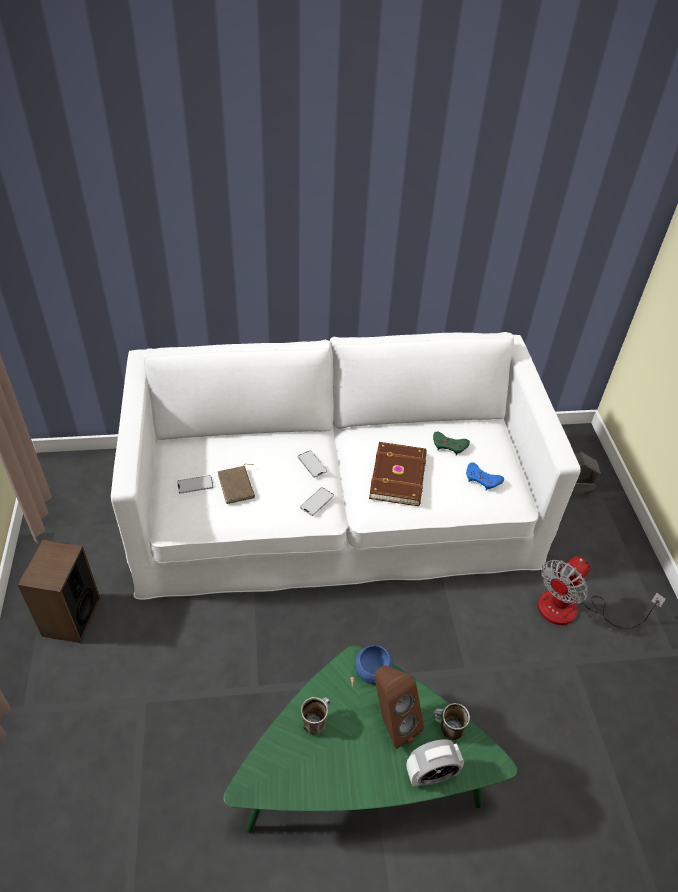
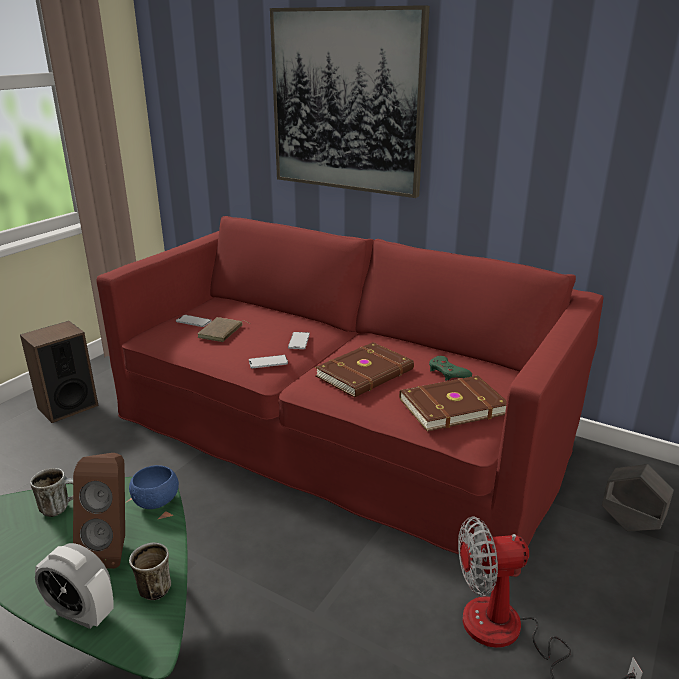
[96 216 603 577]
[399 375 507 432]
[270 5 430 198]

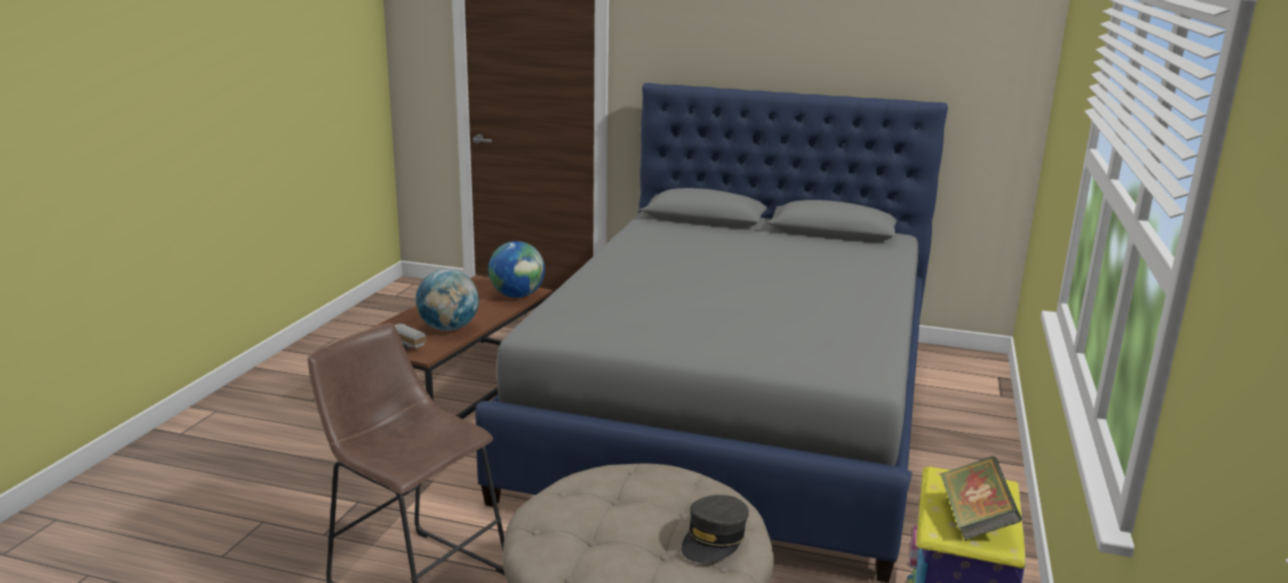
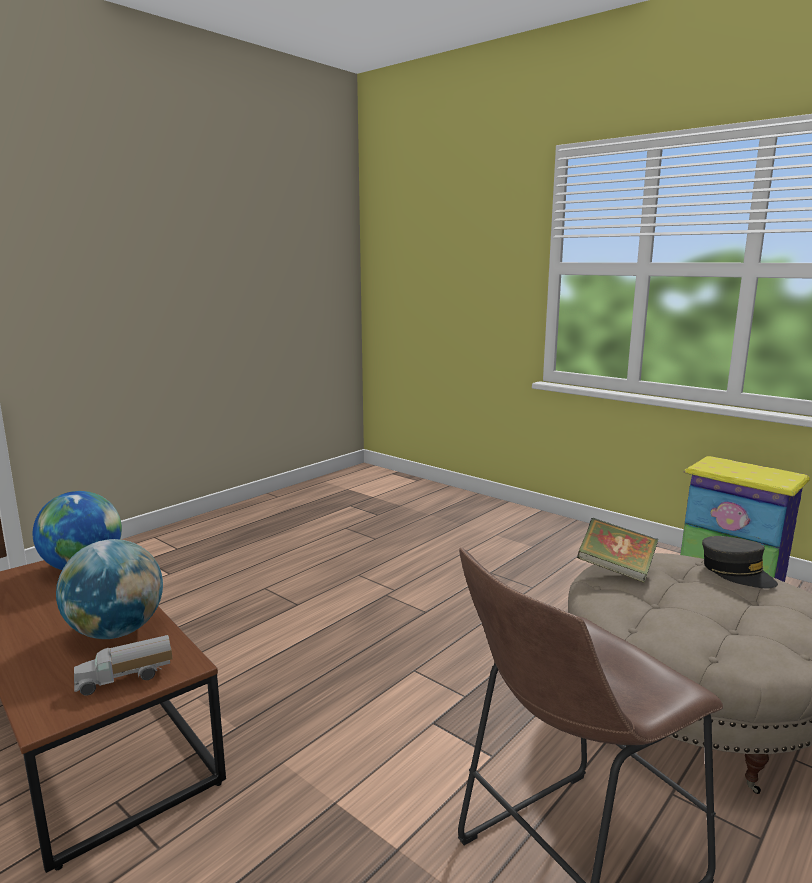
[475 83 948 583] (first image)
[577 518 659 583]

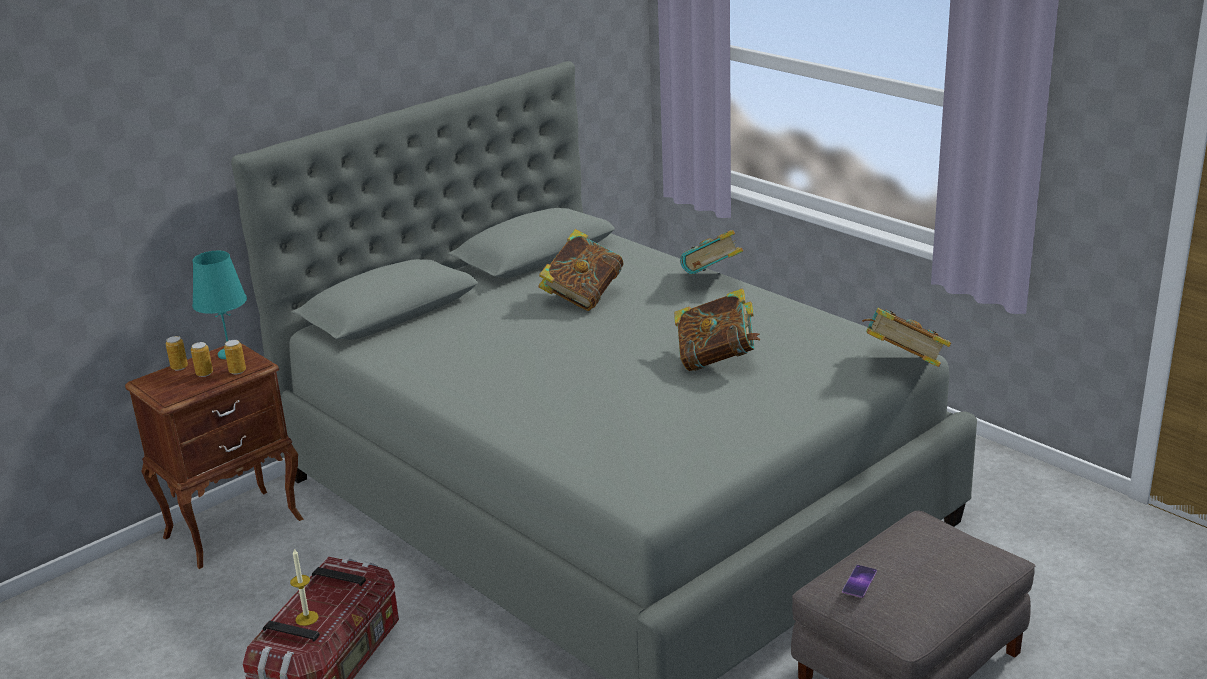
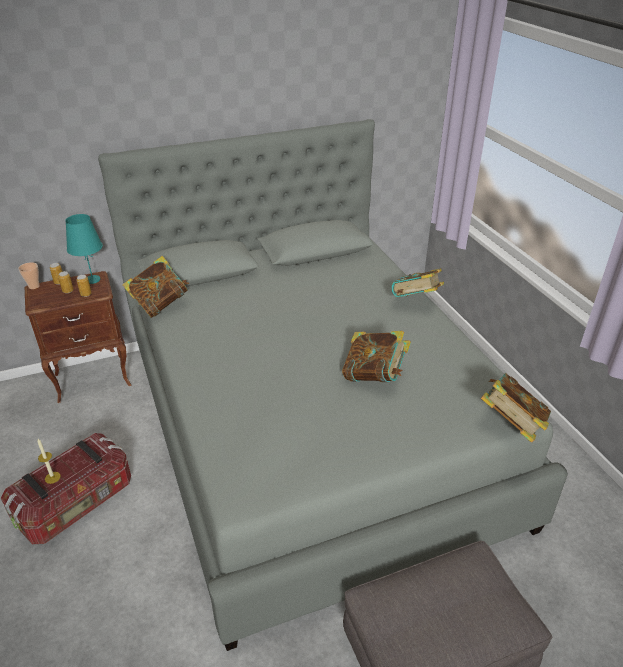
[122 256 189 318]
[842 565 877 598] (first image)
[18 262 40 289]

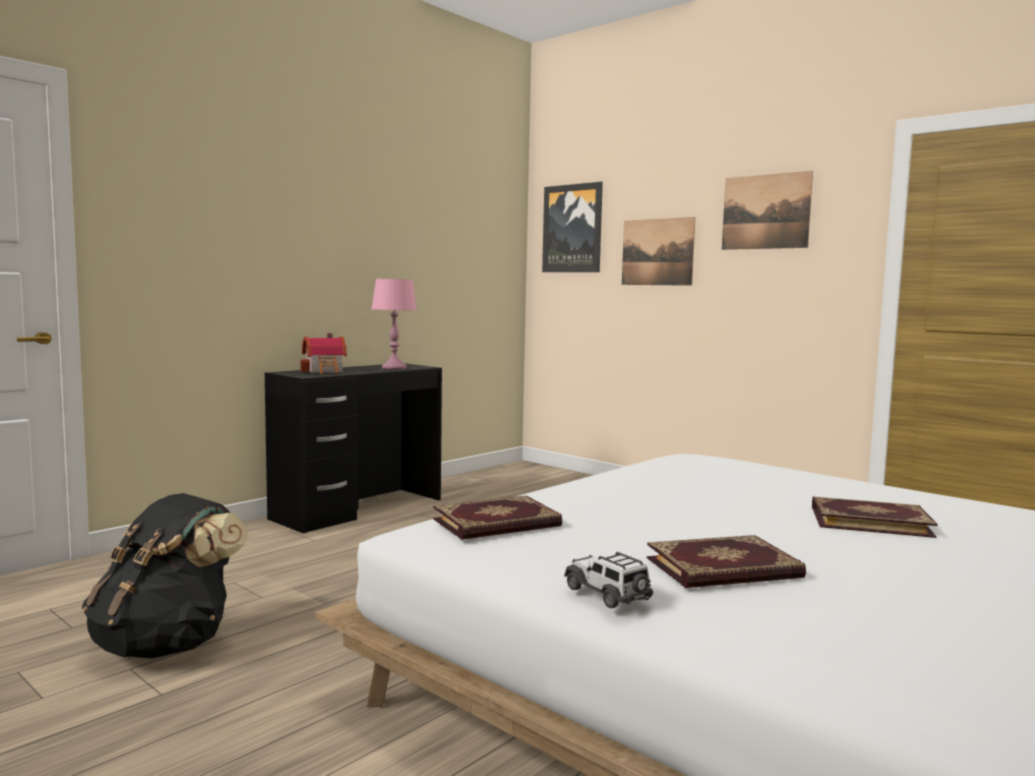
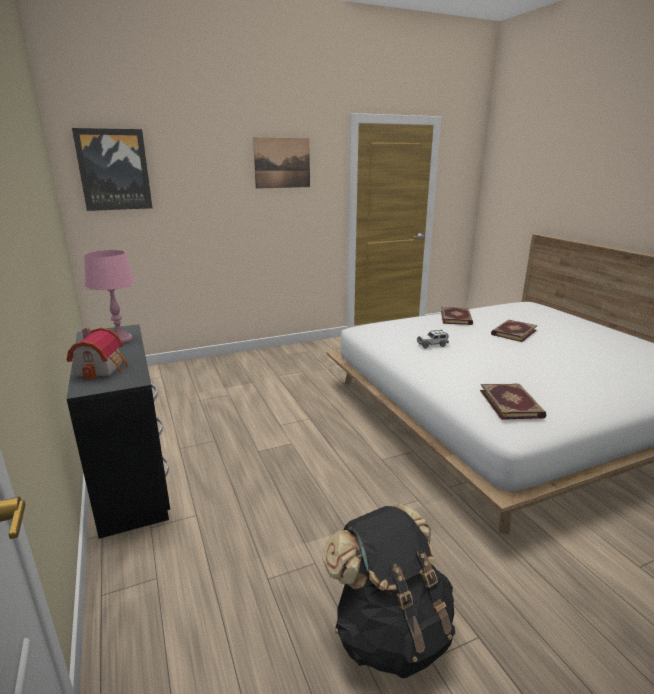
[417 330 449 348]
[622 217 695 286] (first image)
[441 307 473 325]

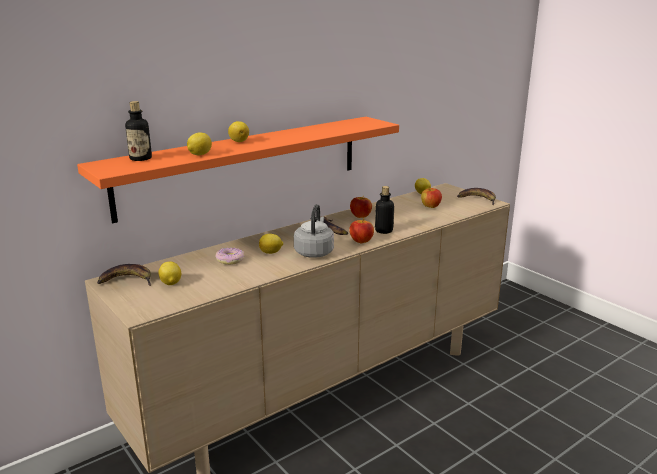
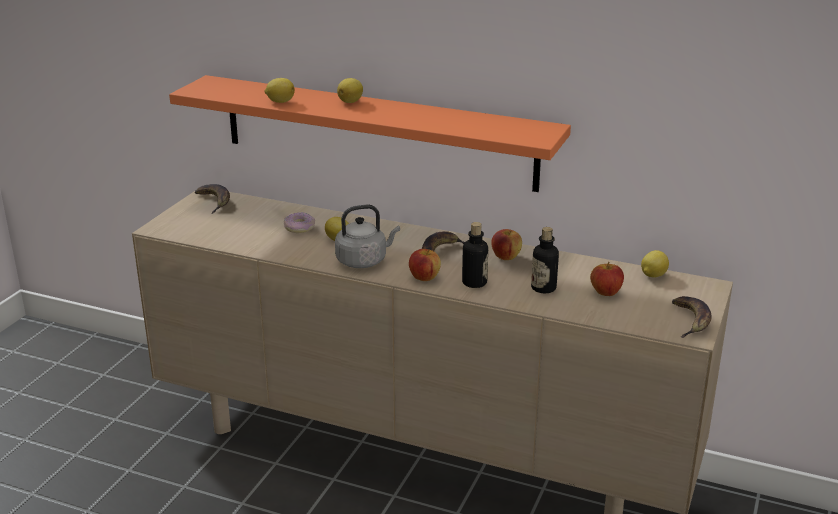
[531 227 559 293]
[158 261 181 285] (first image)

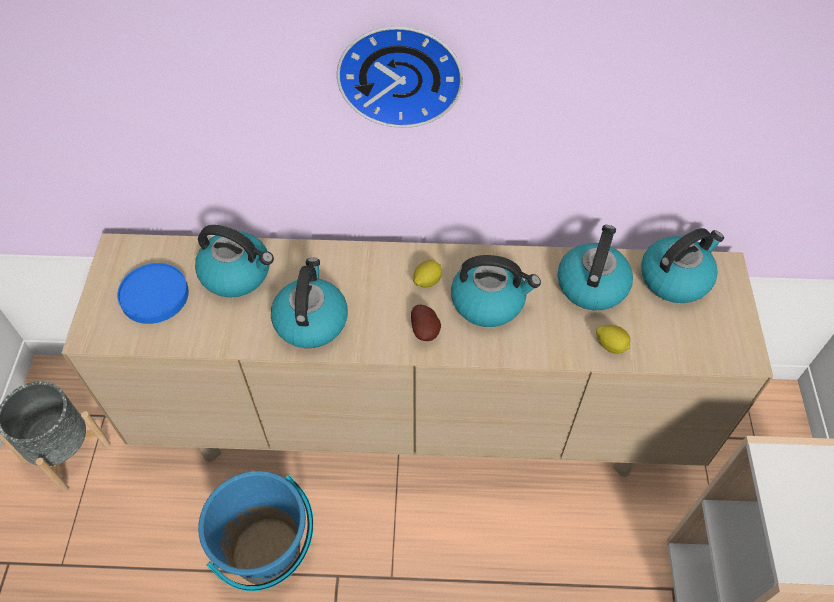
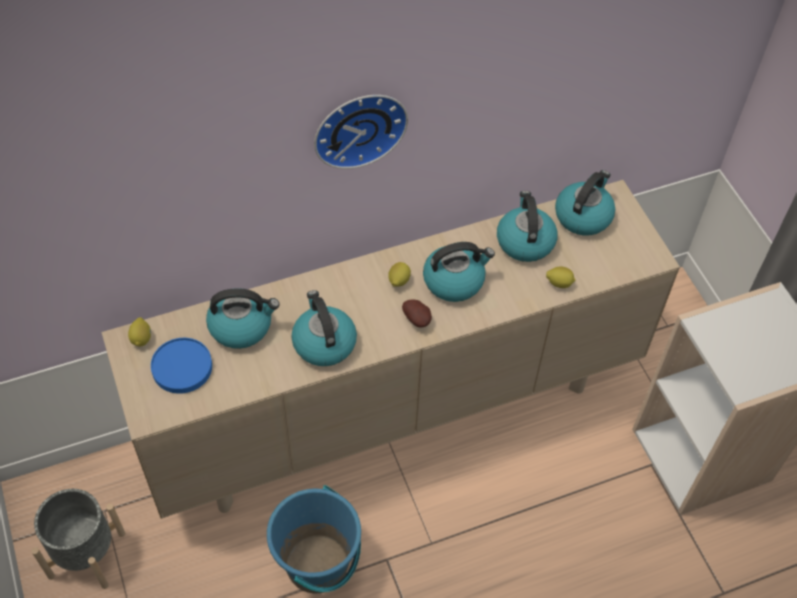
[128 317 151 347]

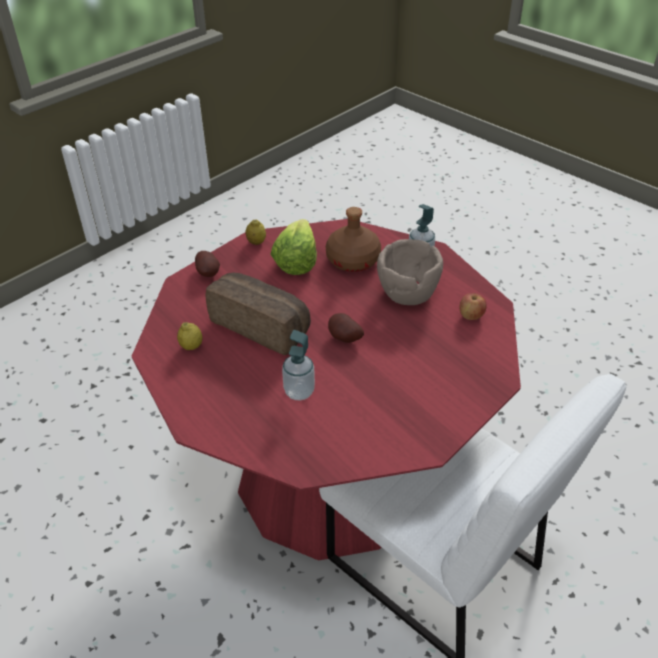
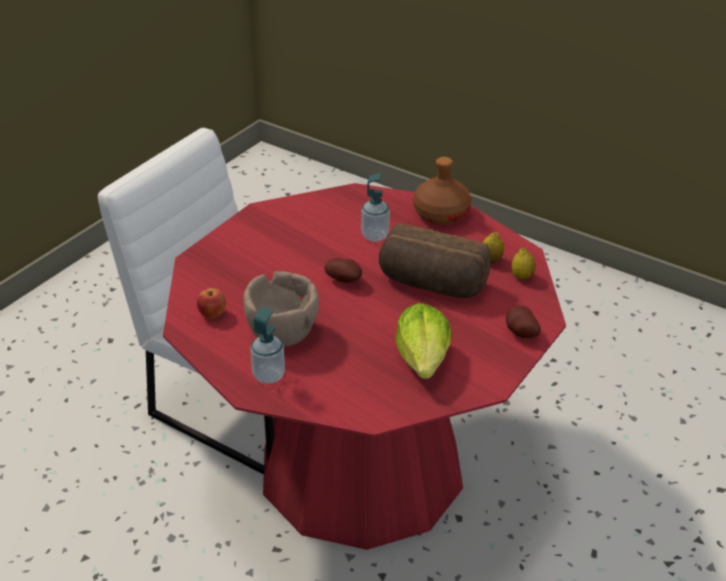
[511 248 535 280]
[413 157 471 224]

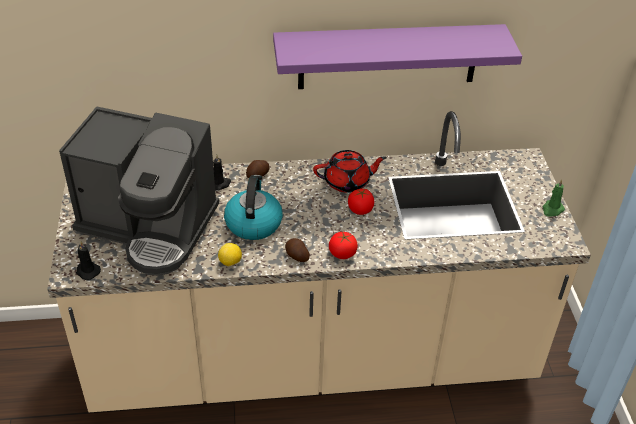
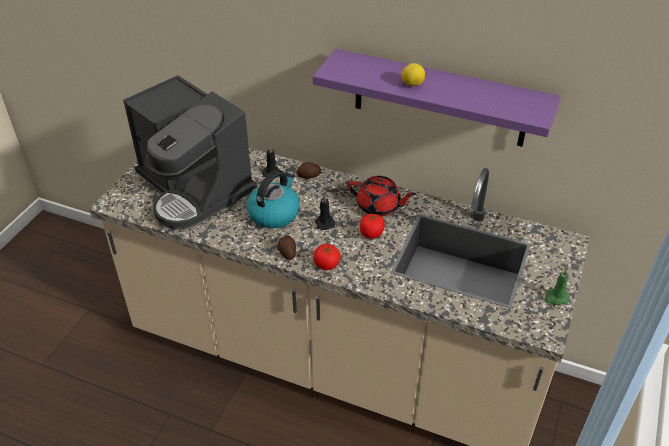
[315 195 336 230]
[402 63 425 86]

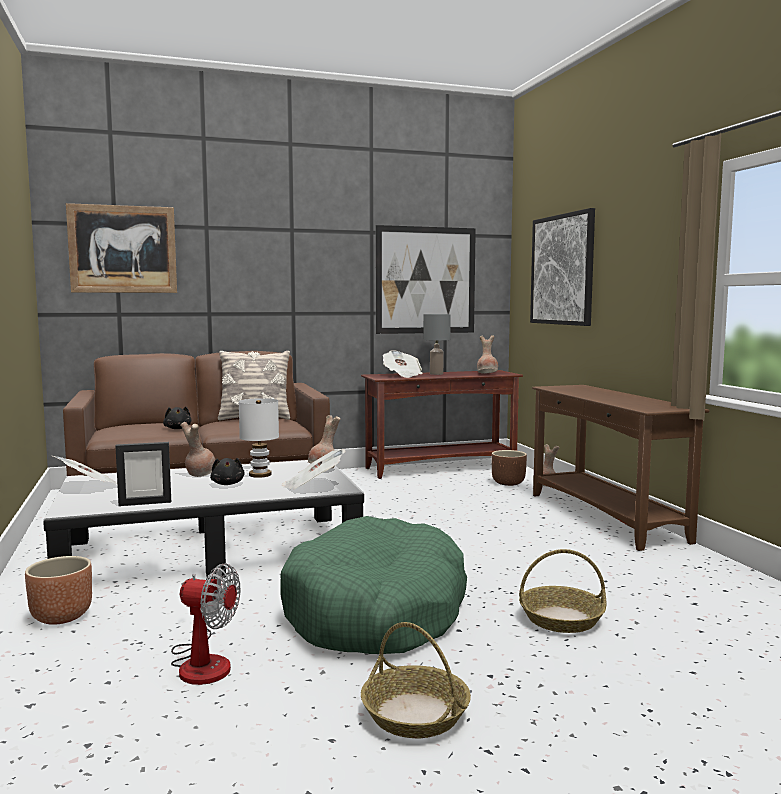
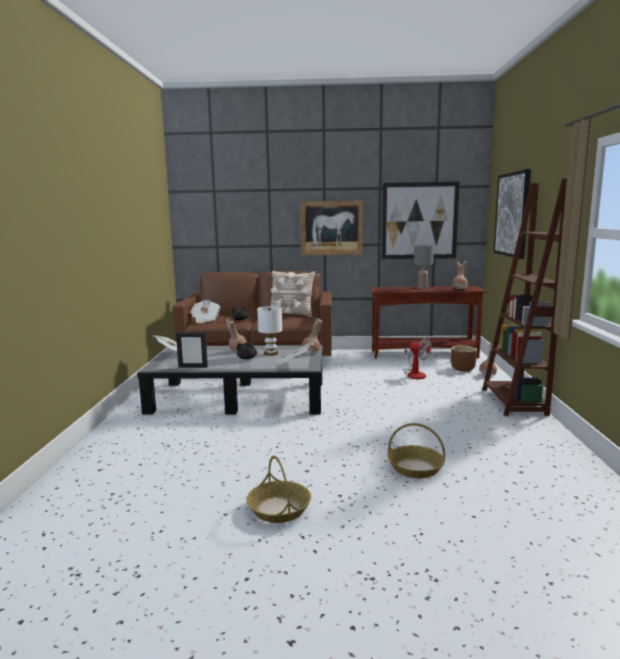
[25 556 92 625] (first image)
[300 200 363 255]
[403 337 432 379]
[280 516 467 654] (first image)
[190 300 220 323]
[482 178 567 416]

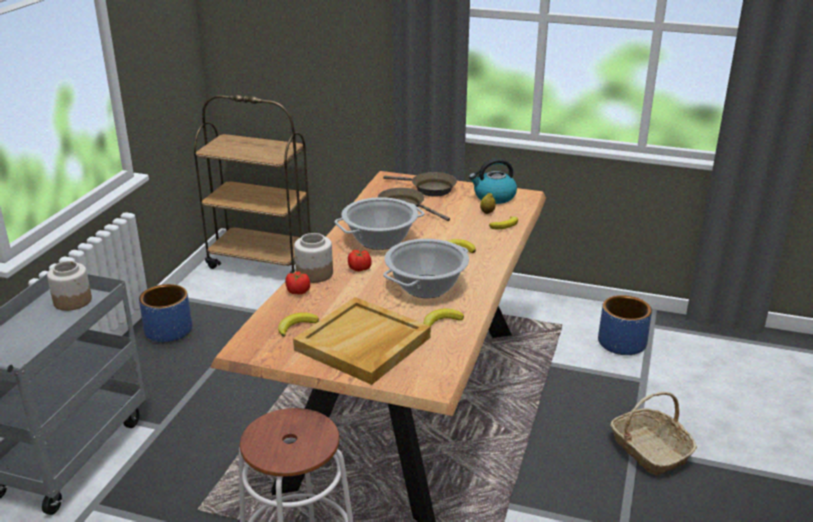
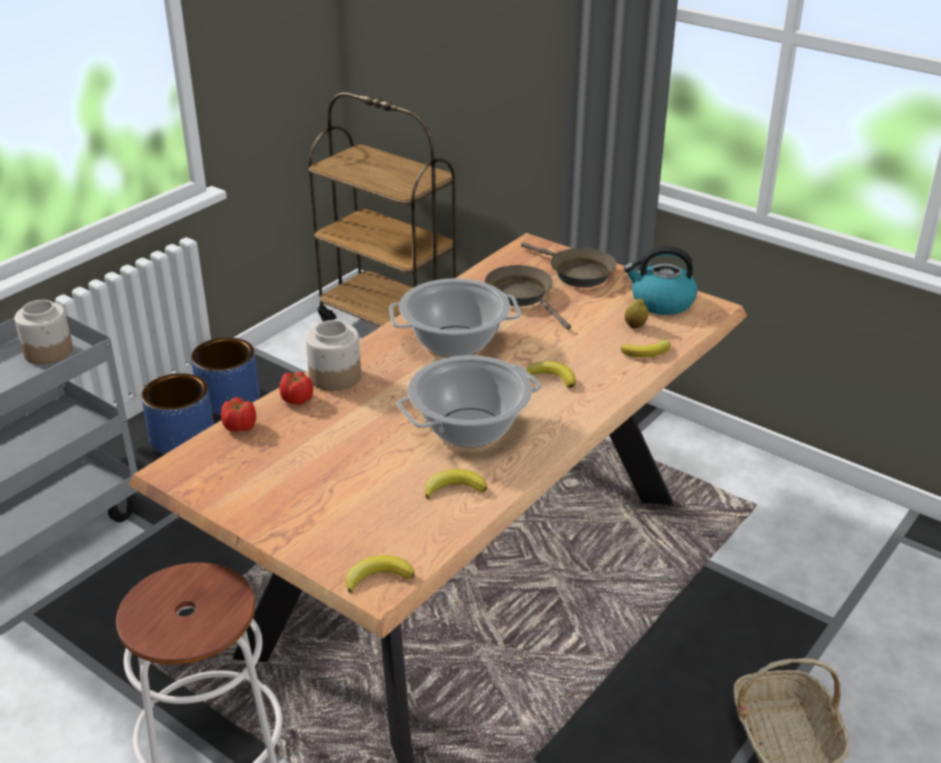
[346 555 414 593]
[293 297 431 385] (first image)
[221 397 256 432]
[141 373 214 454]

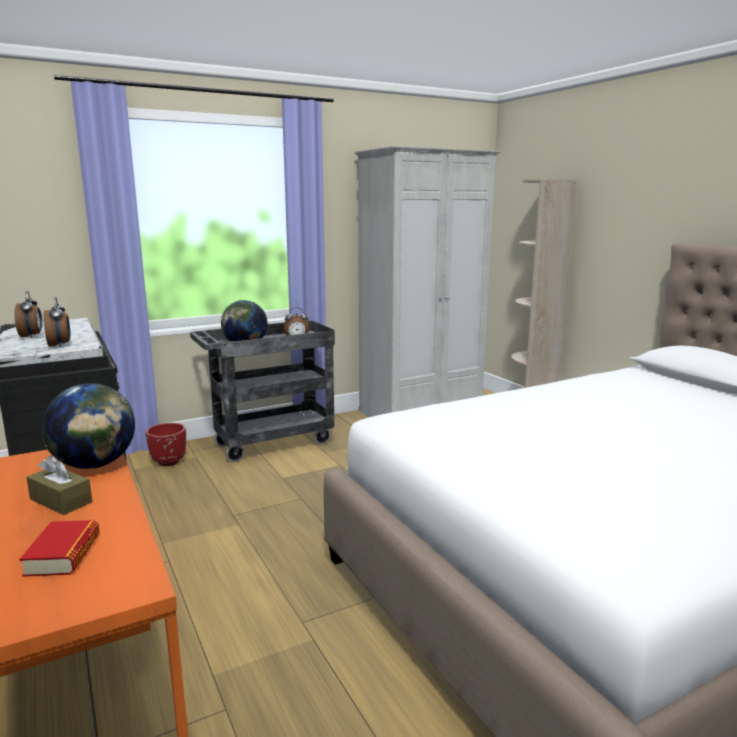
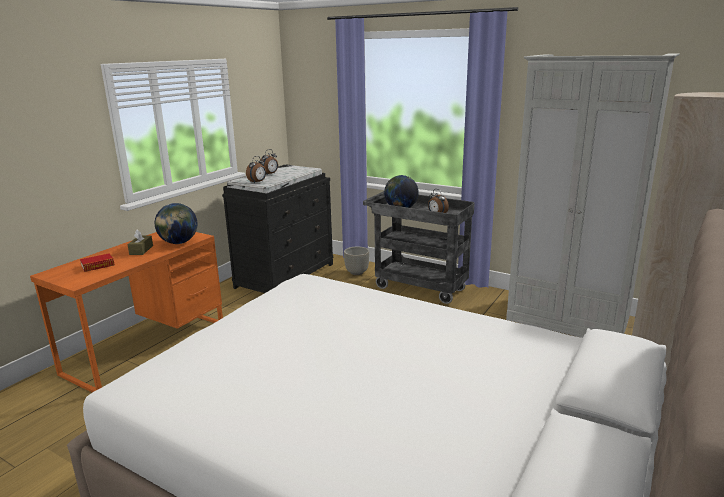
[344 247 370 275]

